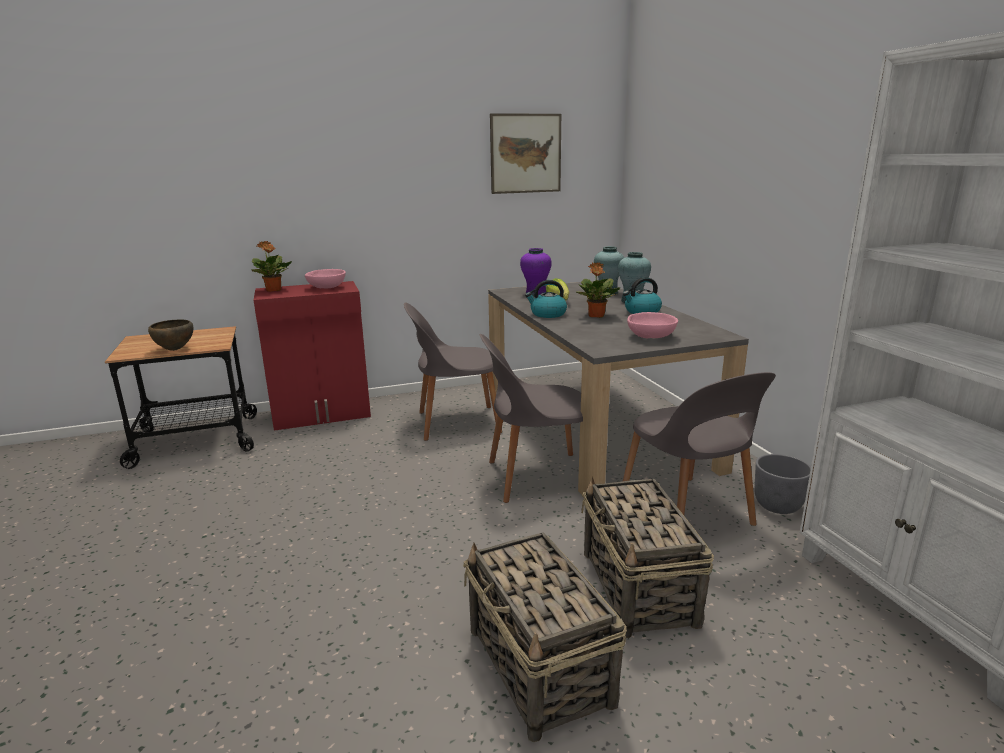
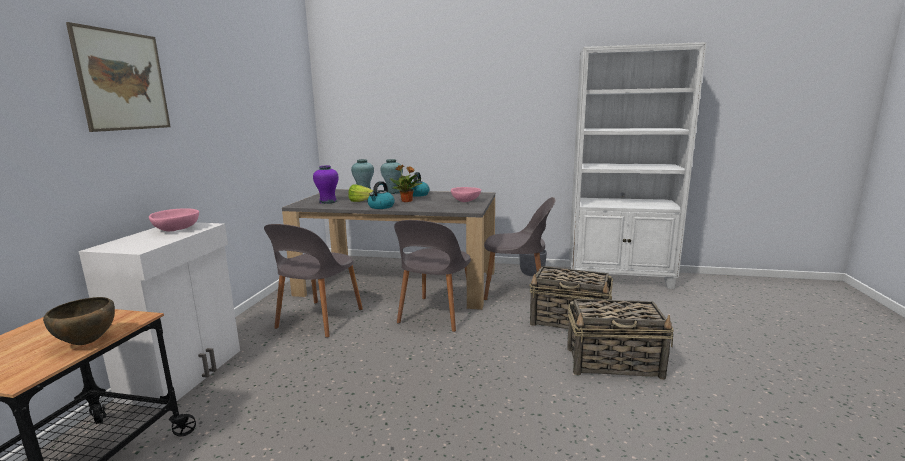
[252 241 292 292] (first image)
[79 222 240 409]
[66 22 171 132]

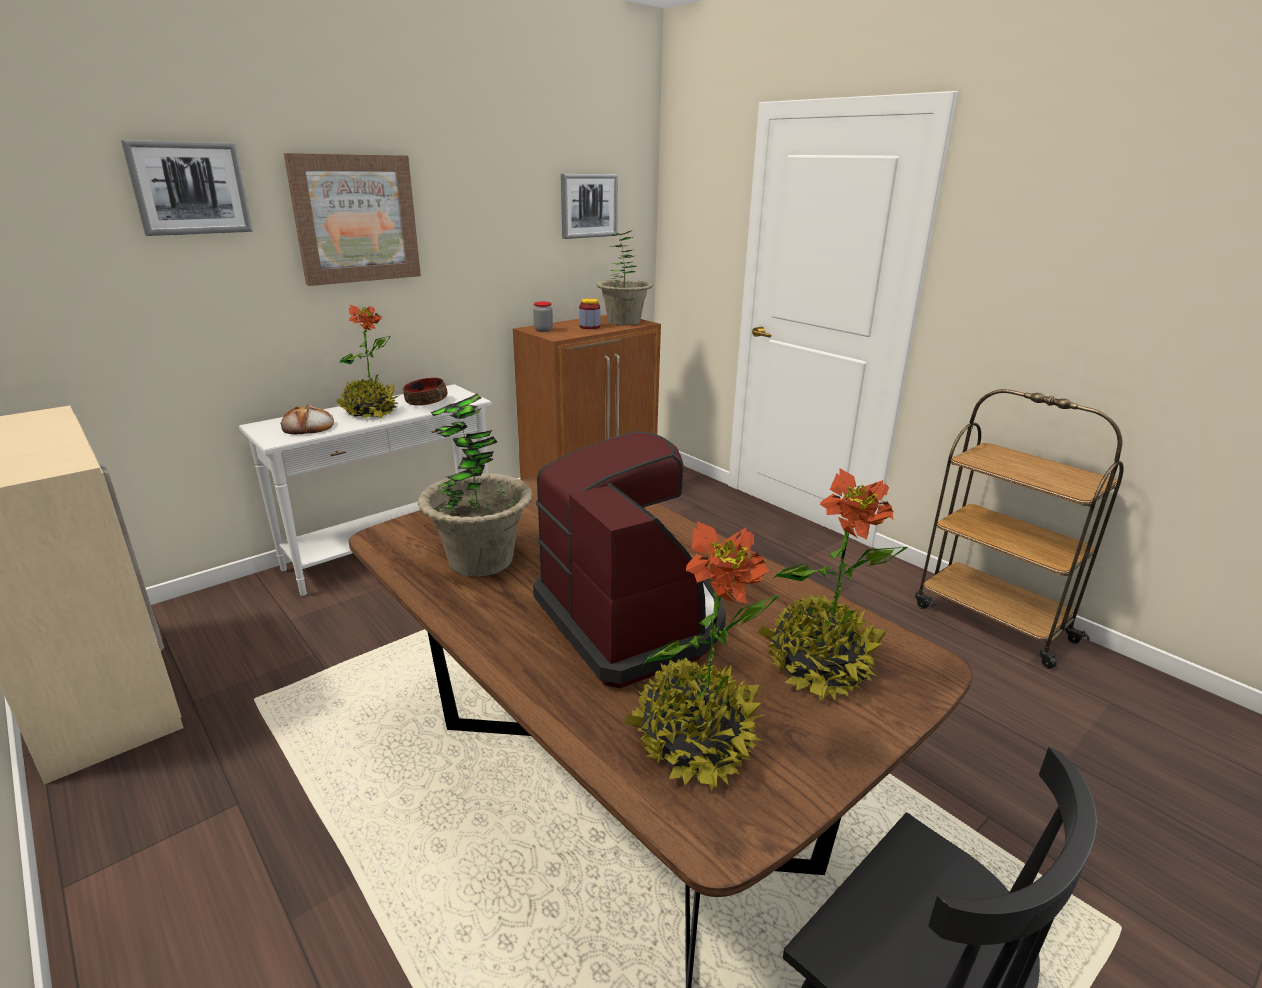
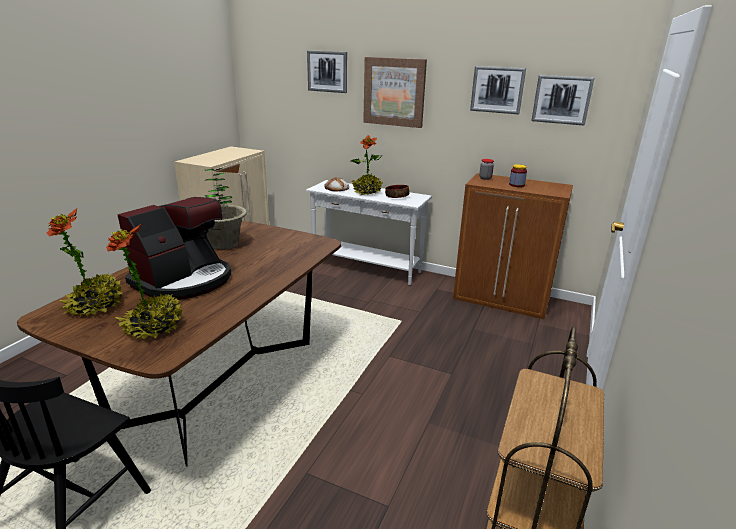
[596 230 653 325] (first image)
[470 66 526 114]

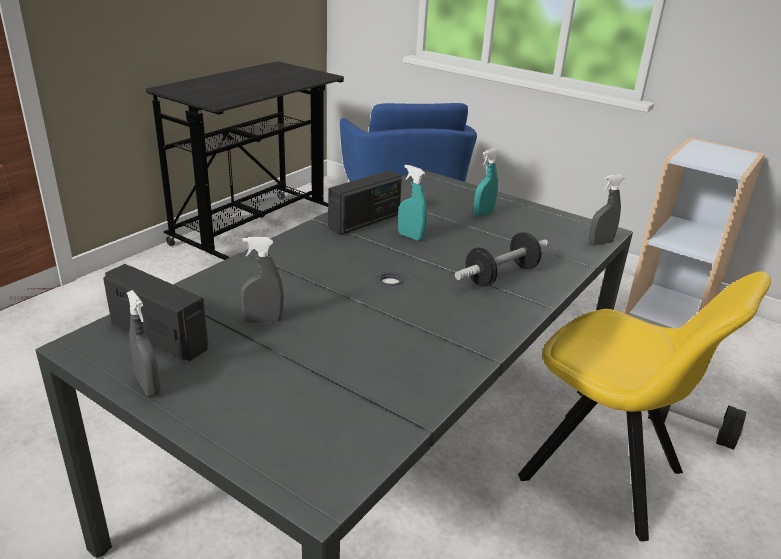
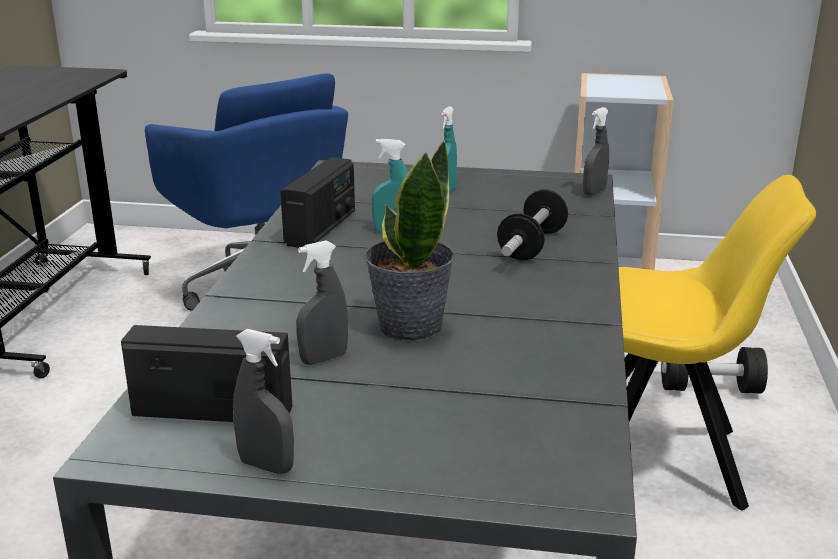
[364 140 455 342]

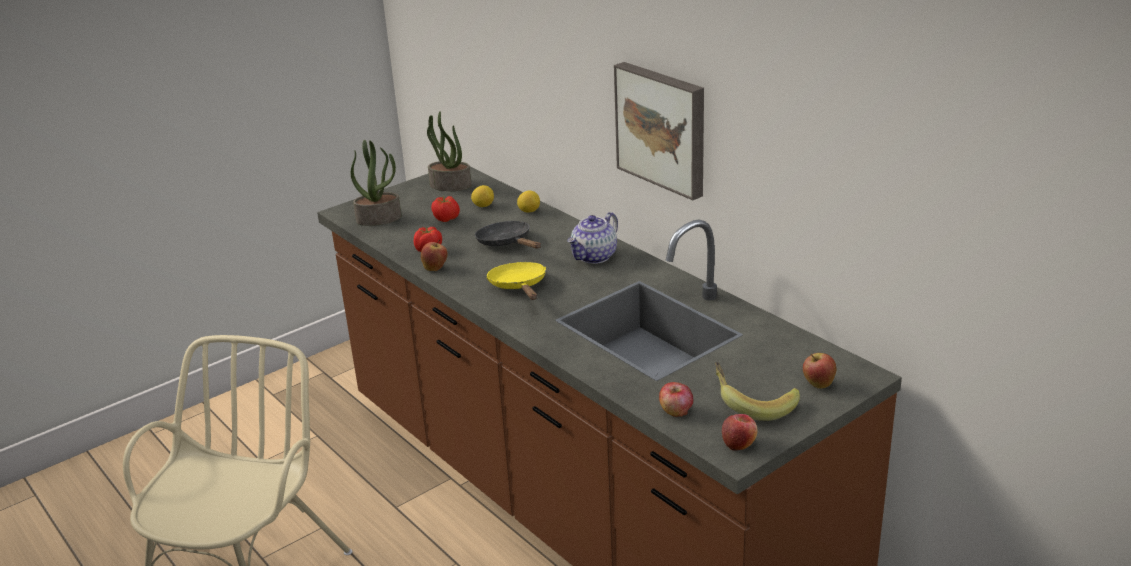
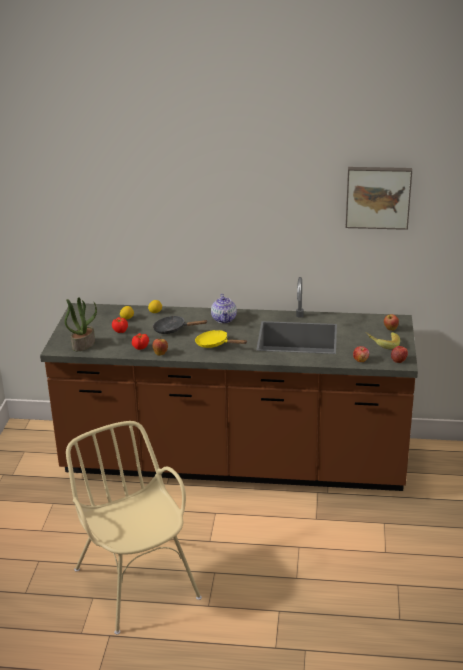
[427 111 472 191] (first image)
[346 167 412 230]

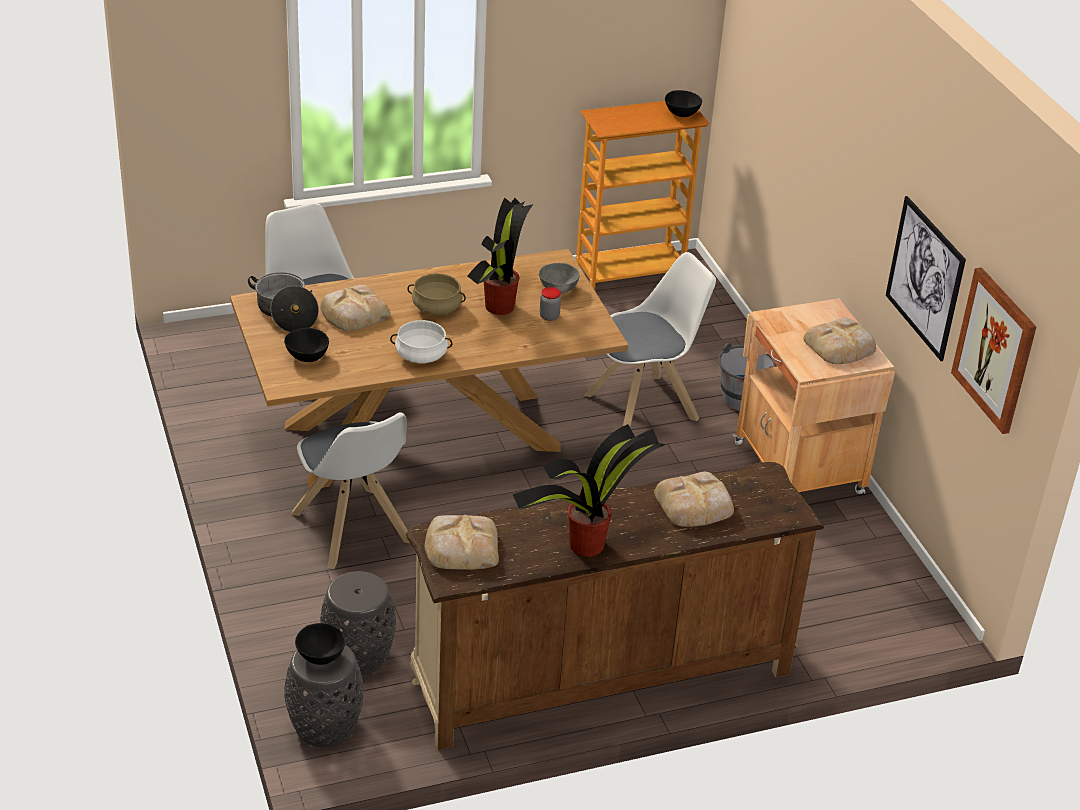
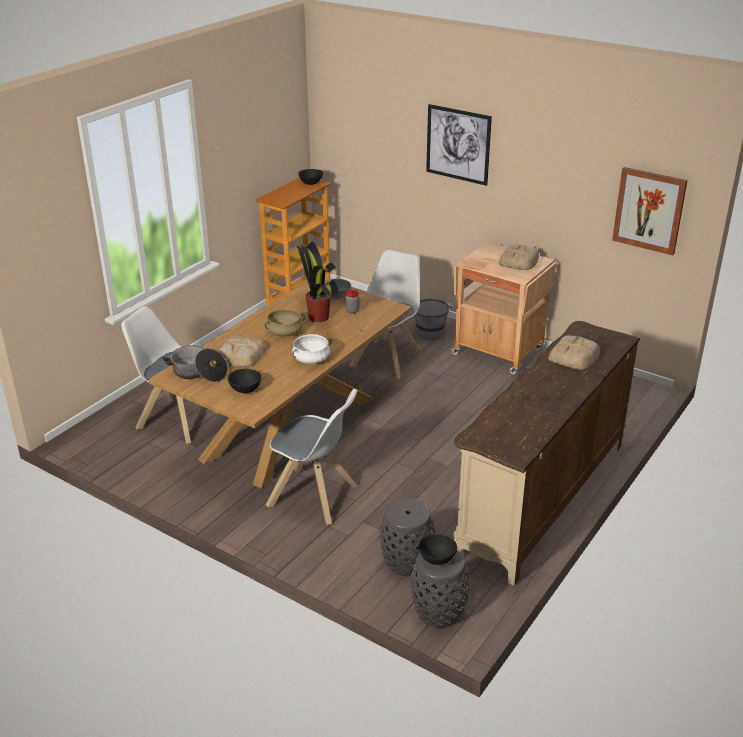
[425 515 499 569] (first image)
[513 424 666 556] (first image)
[426 104 492 186]

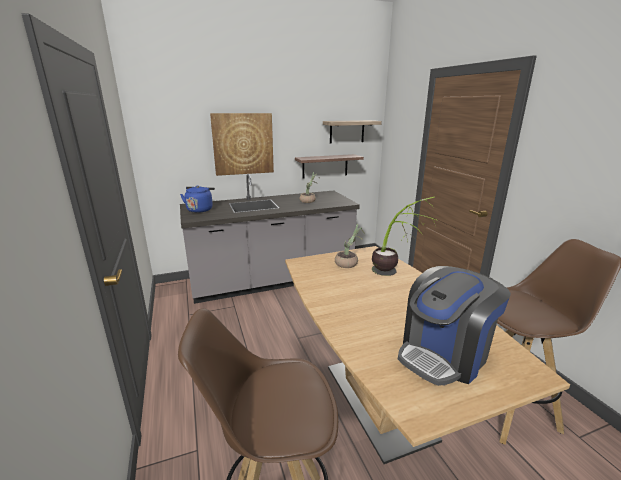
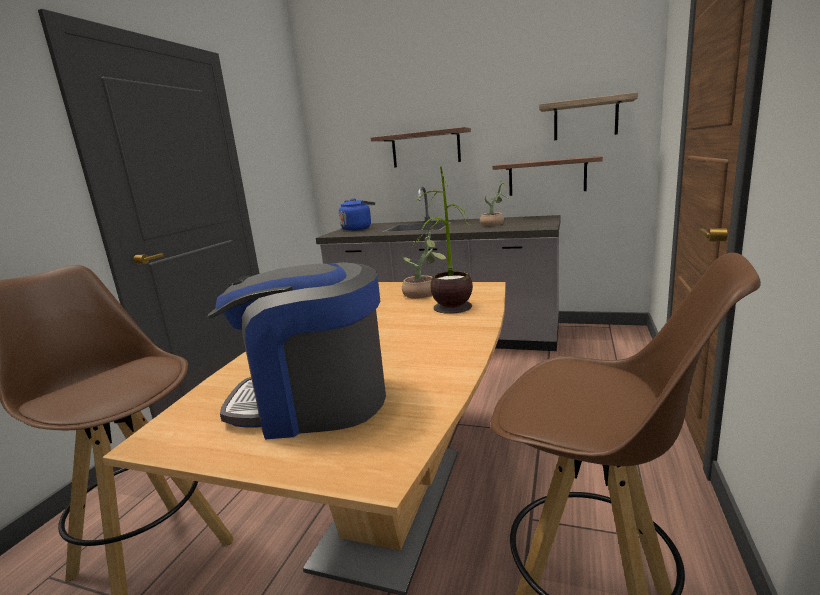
[371 127 471 168]

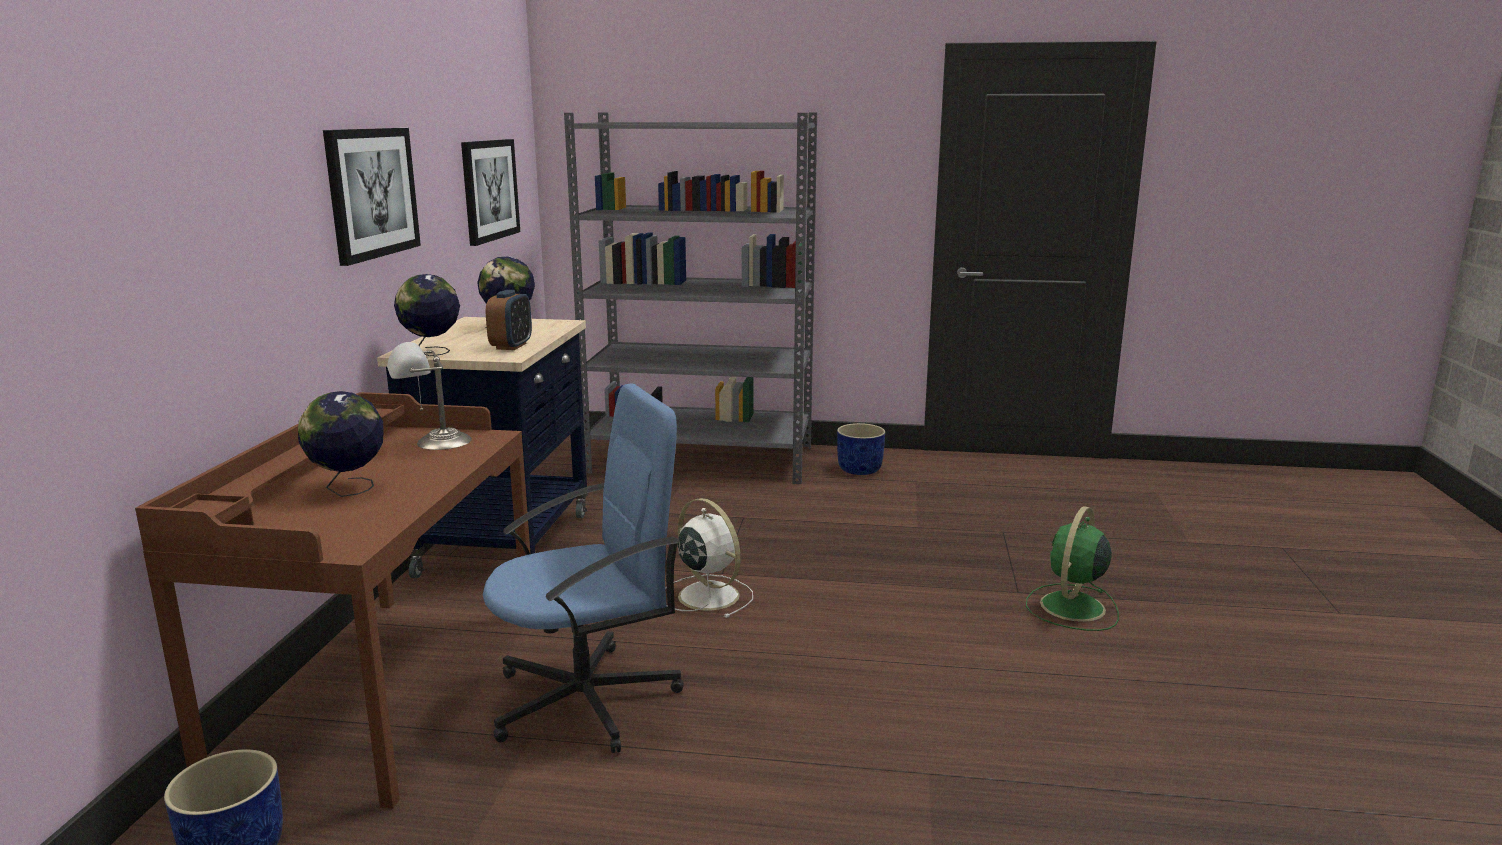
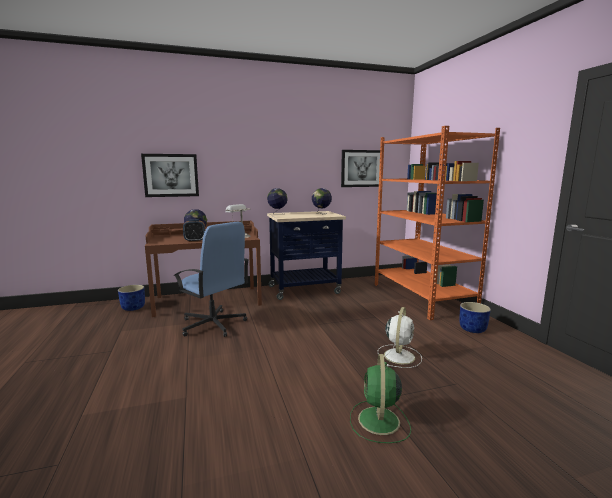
[141 154 199 197]
[183 219 205 242]
[375 126 500 320]
[378 307 422 368]
[350 354 411 443]

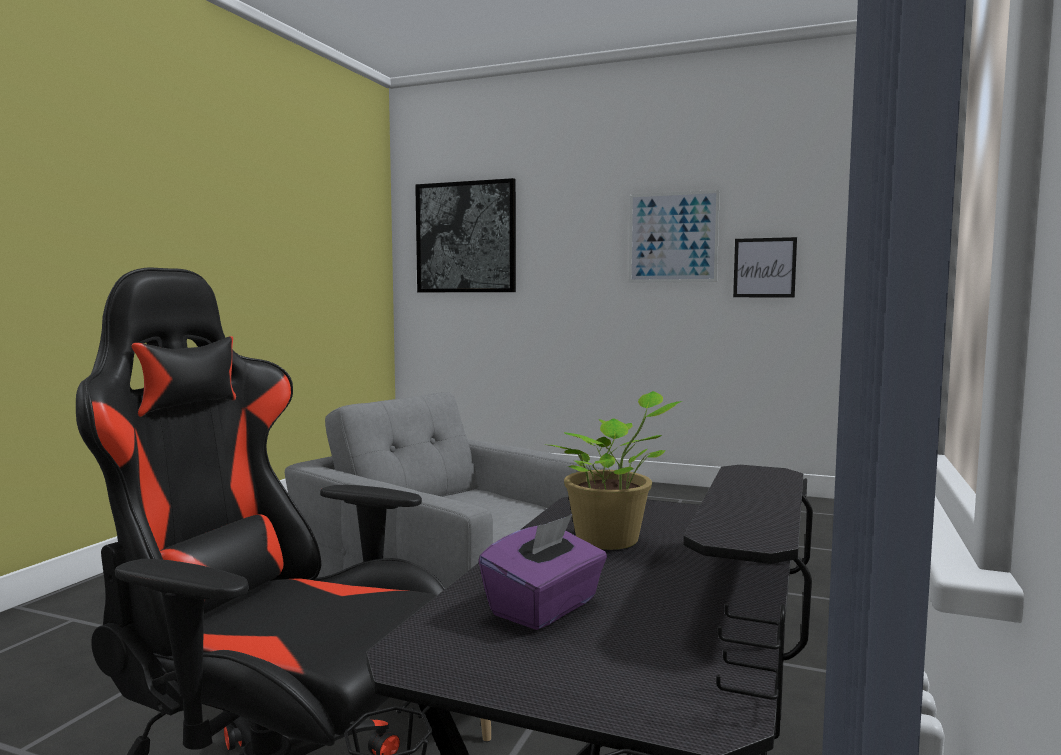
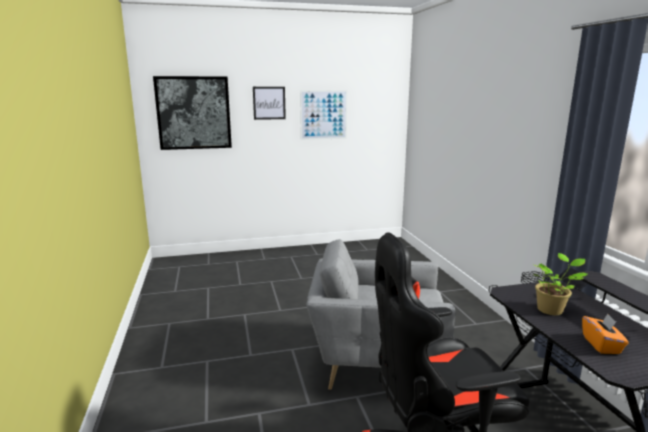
[582 313 629 354]
[253 87 286 120]

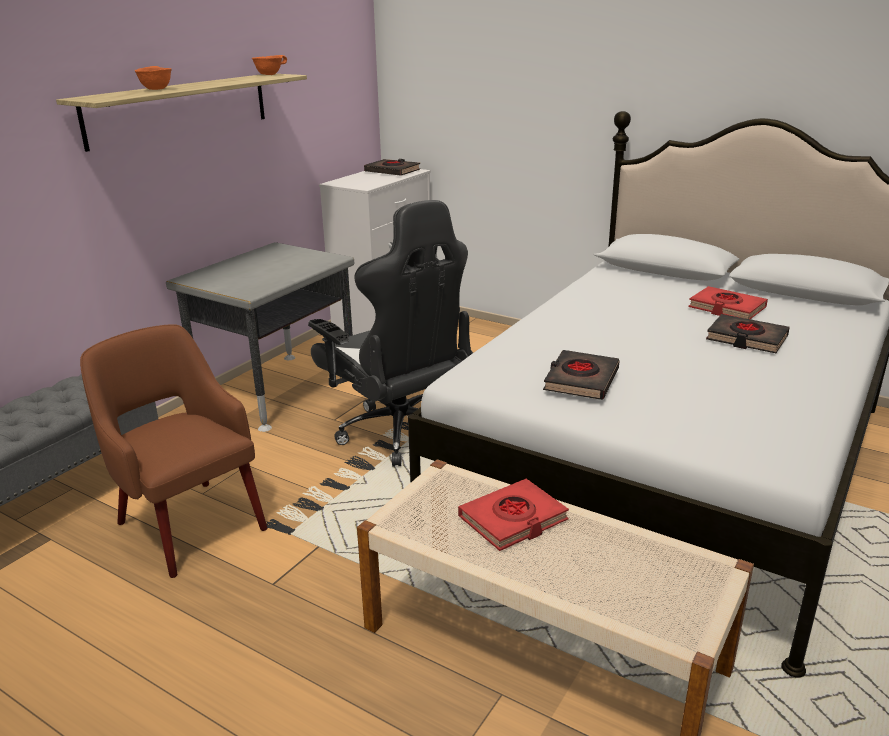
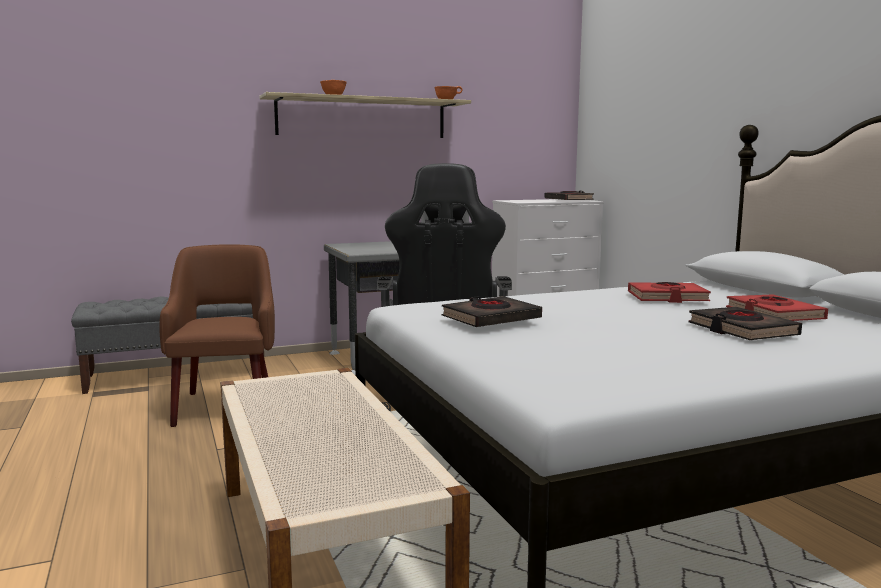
[628 282 711 303]

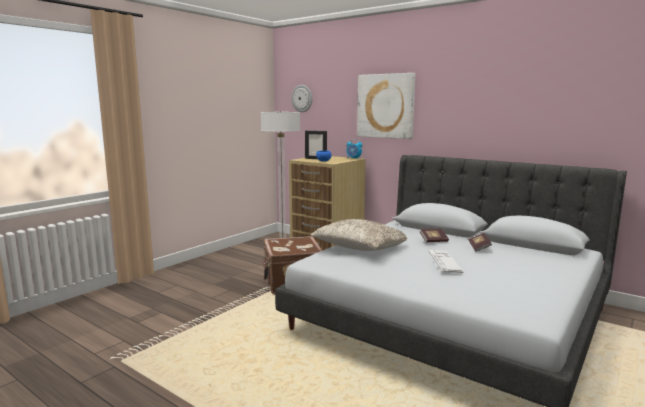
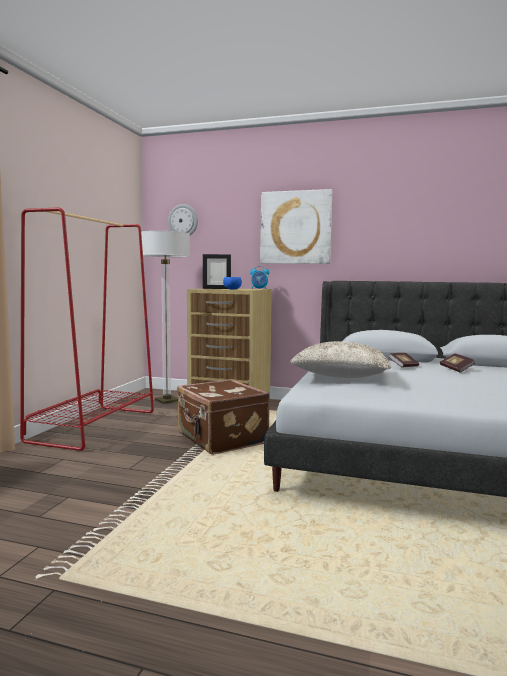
[428 250 463 273] (first image)
[20 207 154 451]

